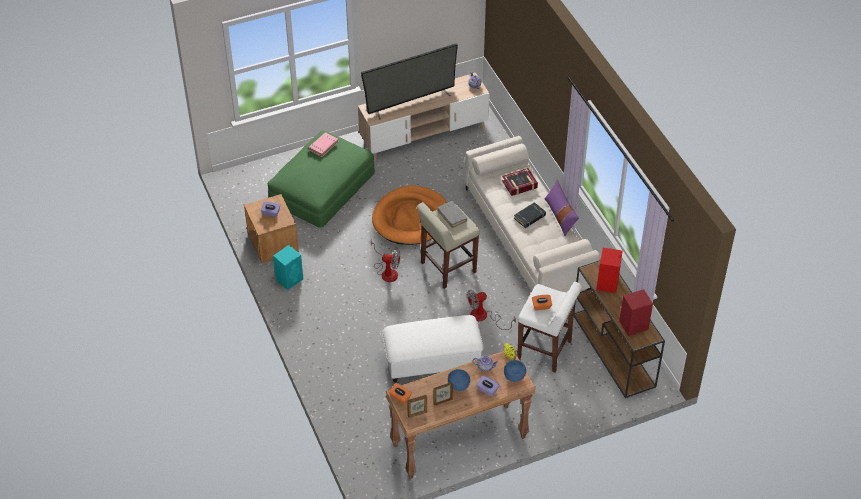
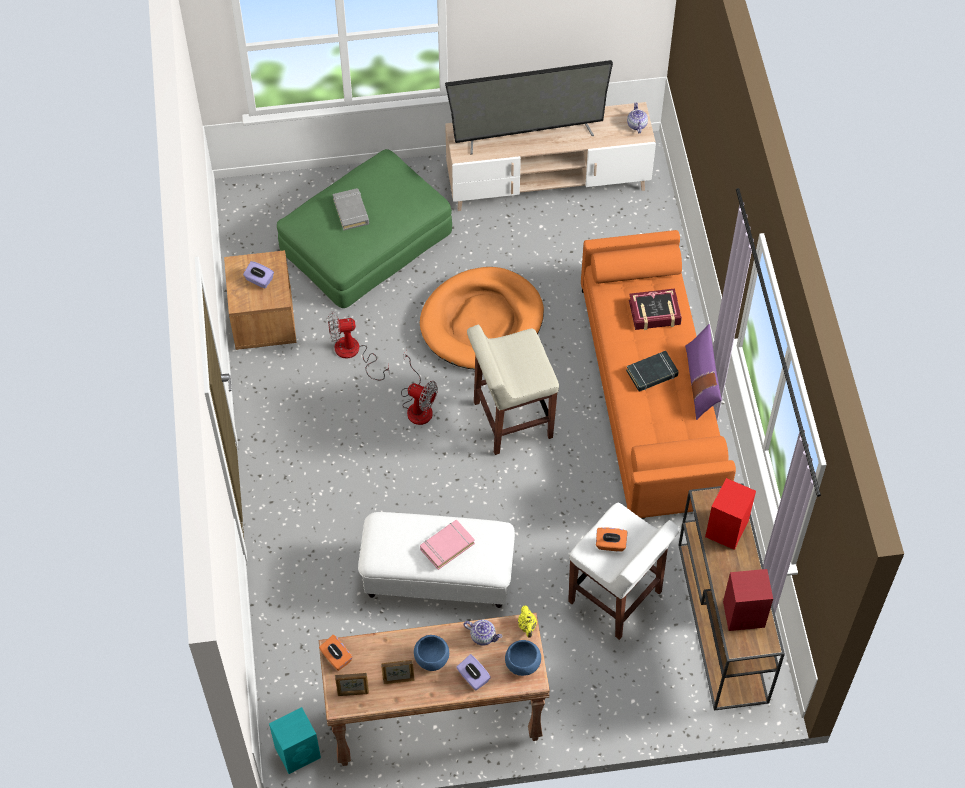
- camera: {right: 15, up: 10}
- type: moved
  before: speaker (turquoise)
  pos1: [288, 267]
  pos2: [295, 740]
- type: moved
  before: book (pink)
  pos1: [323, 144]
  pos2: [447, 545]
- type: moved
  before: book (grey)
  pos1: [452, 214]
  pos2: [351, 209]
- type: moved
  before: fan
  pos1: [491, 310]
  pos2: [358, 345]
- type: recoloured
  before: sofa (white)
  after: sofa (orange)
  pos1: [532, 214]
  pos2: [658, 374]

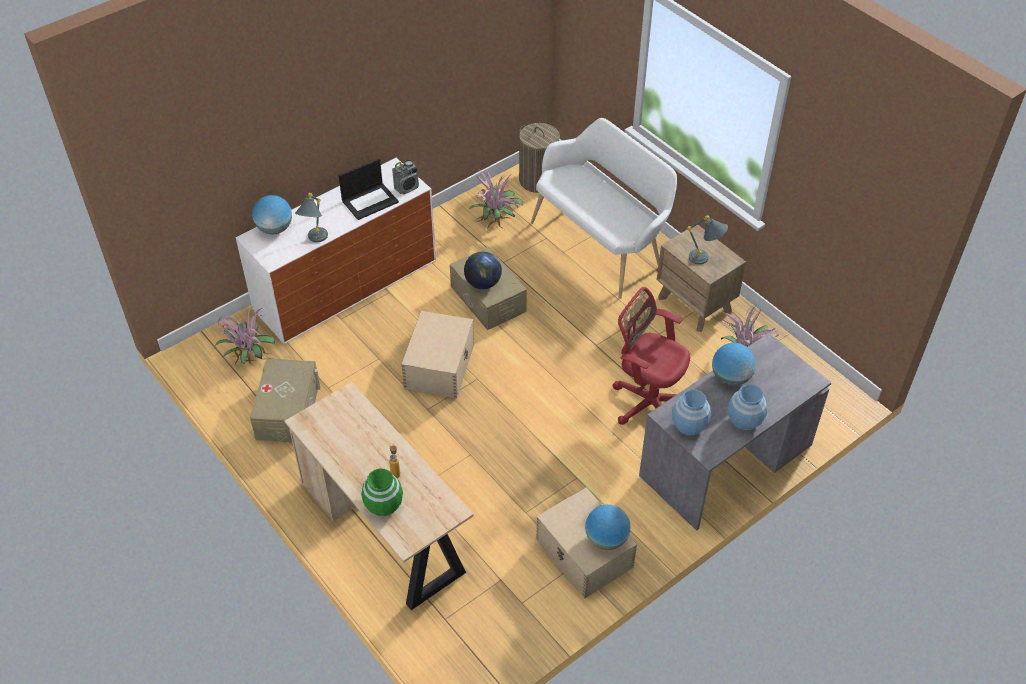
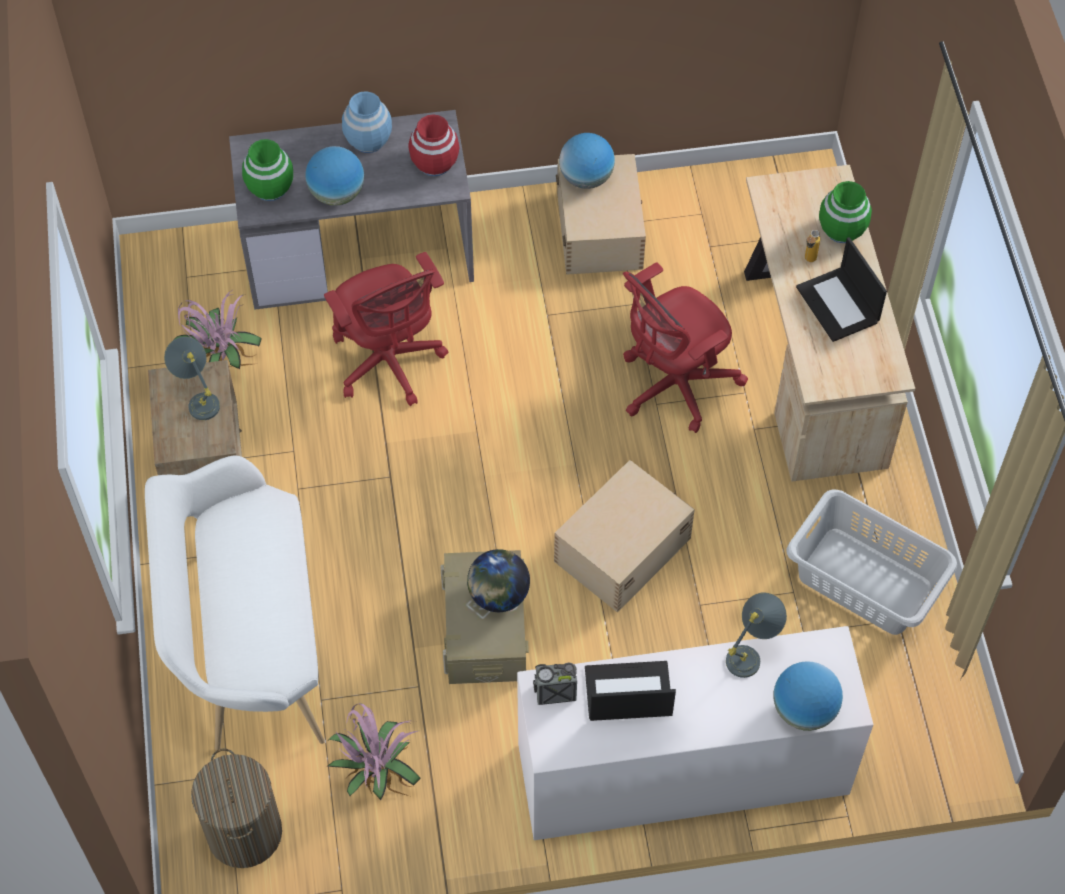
- camera: {right: -150, up: 10}
- type: removed
  before: potted plant
  pos1: [245, 337]
- type: added
  after: vase (green)
  pos2: [267, 170]
- type: added
  after: office chair (red)
  pos2: [685, 347]
- type: added
  after: laptop
  pos2: [841, 289]
- type: replaced
  before: storage box (beige)
  after: laundry basket (grey)
  pos1: [285, 400]
  pos2: [871, 562]
- type: recoloured
  before: vase (blue)
  after: vase (red)
  pos1: [691, 412]
  pos2: [433, 145]

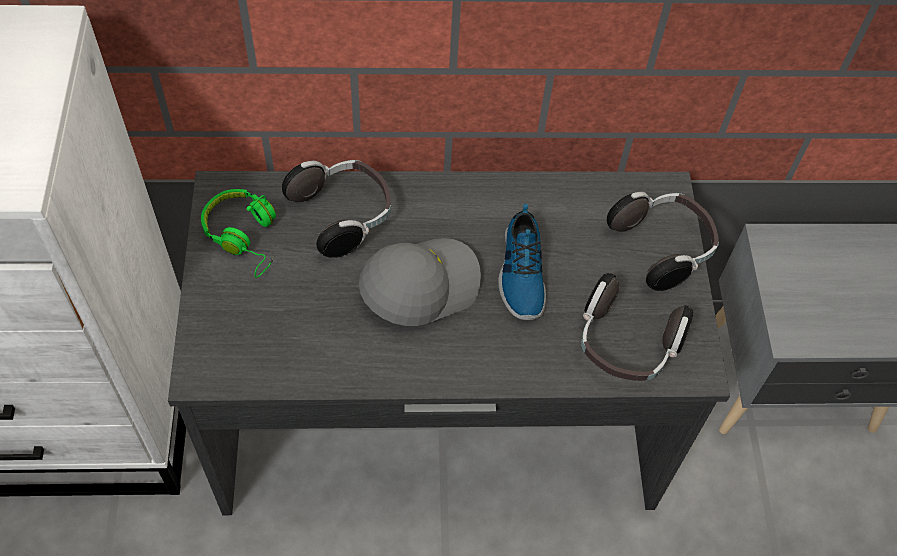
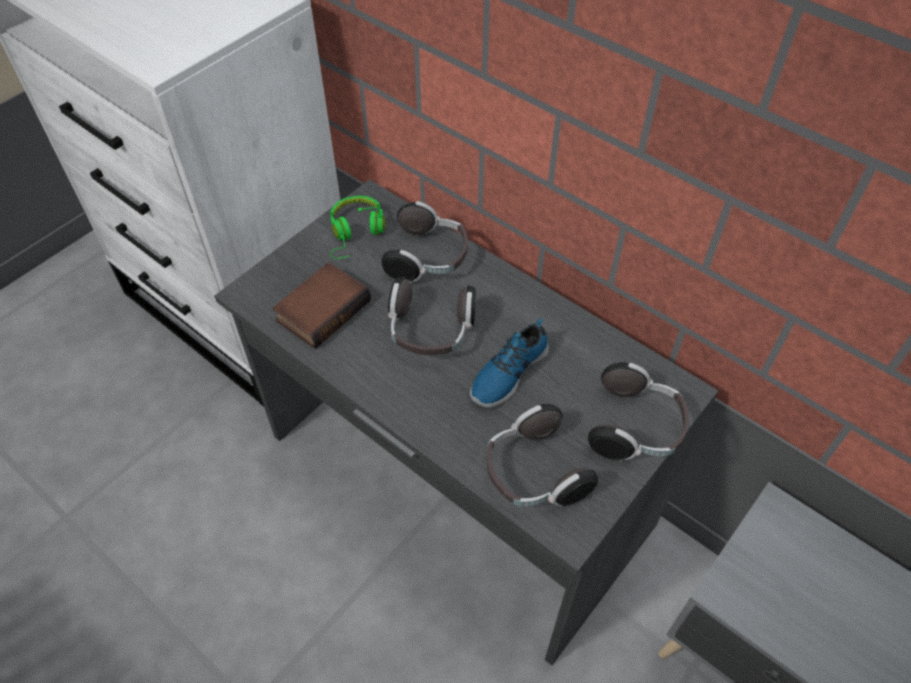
- camera: {right: 45, up: -5}
- type: added
  after: book
  pos2: [321, 305]
- type: replaced
  before: cap (grey)
  after: headphones
  pos1: [420, 282]
  pos2: [432, 316]

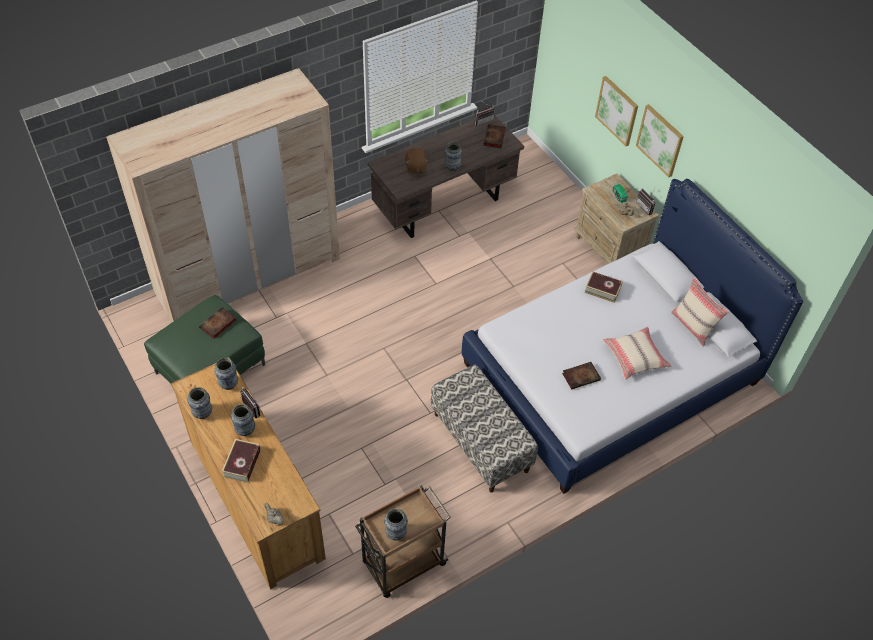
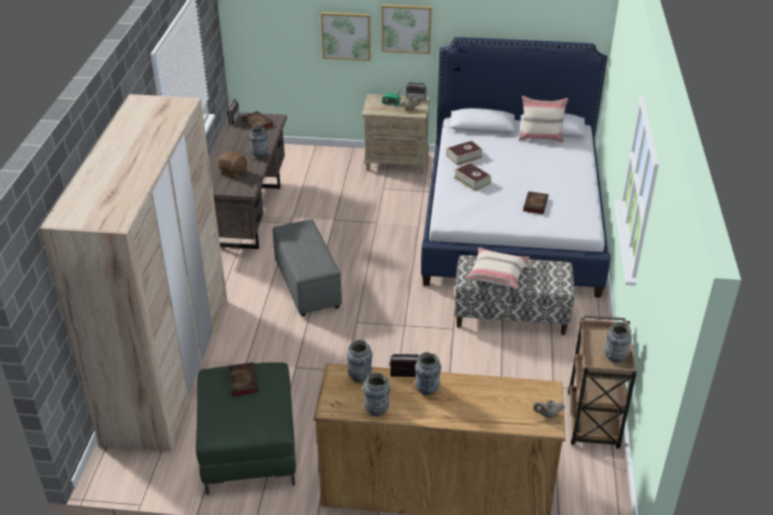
- camera: {right: -50, up: -15}
- type: added
  after: ottoman (grey)
  pos2: [307, 267]
- type: moved
  before: book
  pos1: [241, 461]
  pos2: [472, 176]
- type: moved
  before: pillow (beige)
  pos1: [637, 353]
  pos2: [498, 268]

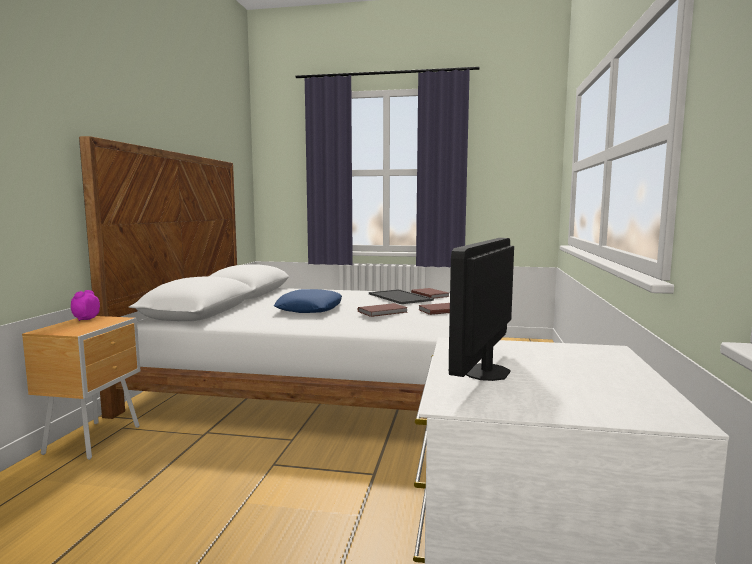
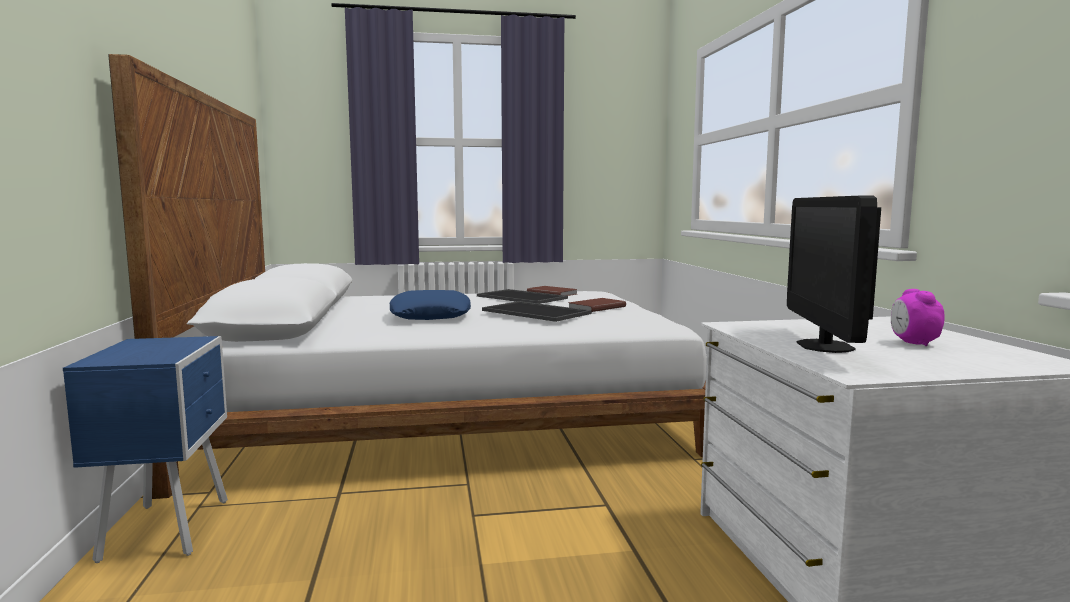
- camera: {right: -20, up: 0}
- type: moved
  before: alarm clock
  pos1: [85, 305]
  pos2: [918, 317]
- type: replaced
  before: book (brown)
  after: tray
  pos1: [383, 310]
  pos2: [537, 311]
- type: recoloured
  before: nightstand (brown)
  after: nightstand (blue)
  pos1: [81, 388]
  pos2: [145, 449]

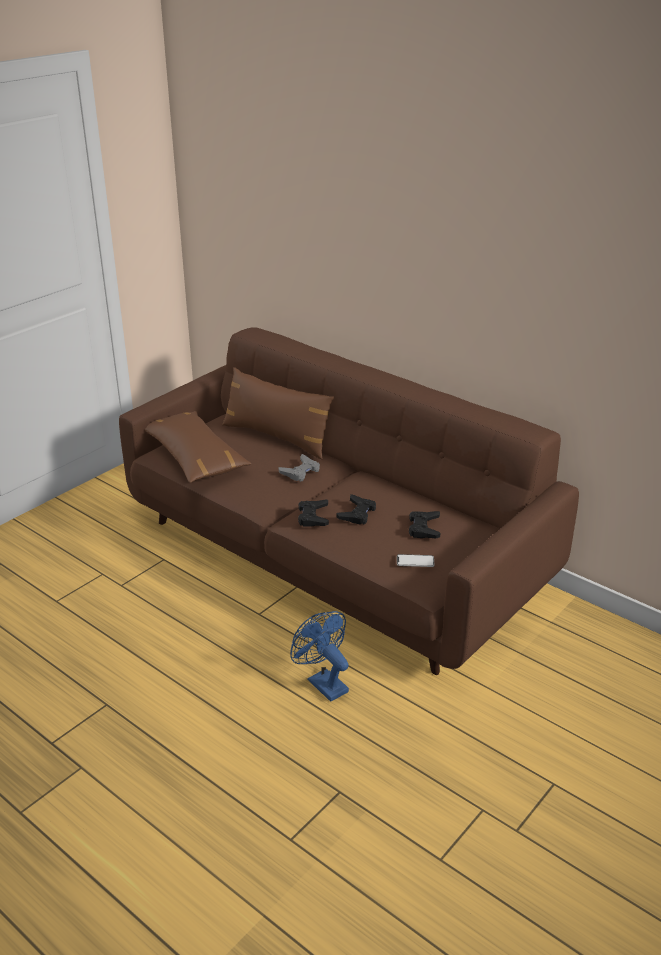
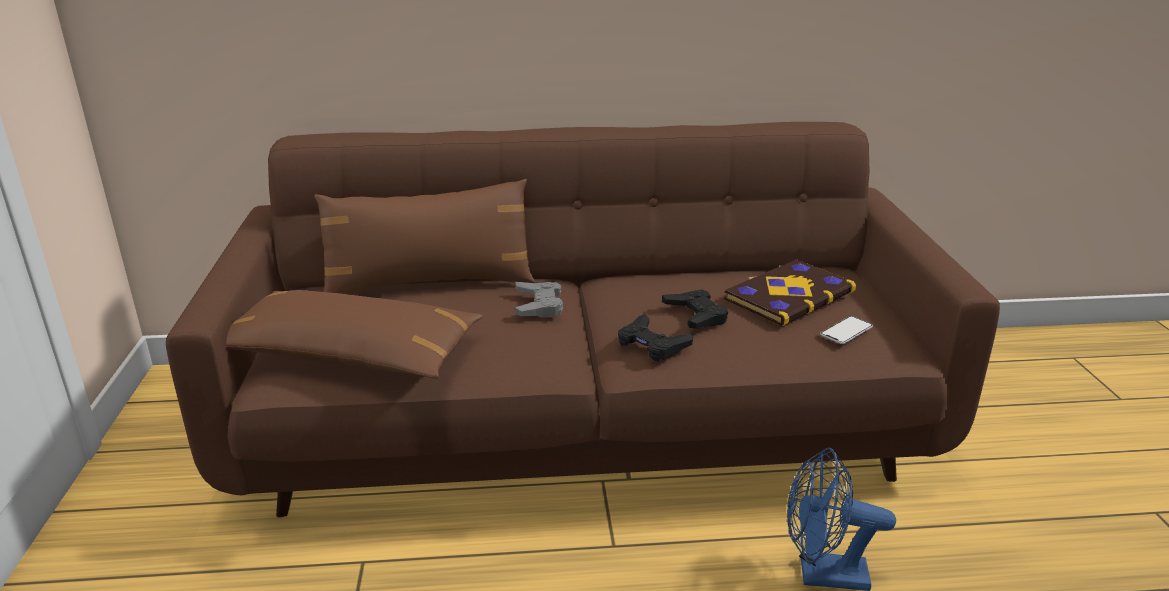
- camera: {right: -45, up: -5}
- type: replaced
  before: game controller (black)
  after: book
  pos1: [424, 524]
  pos2: [790, 292]

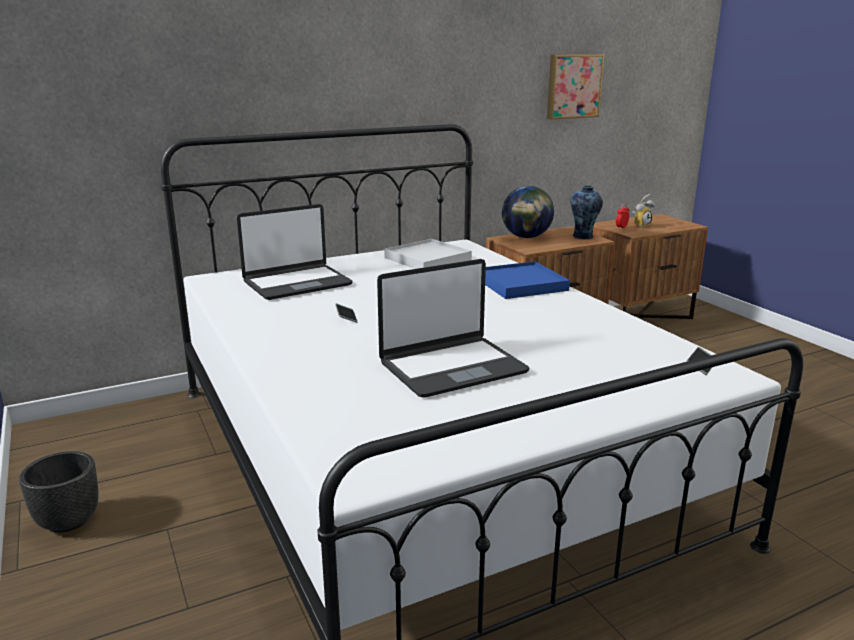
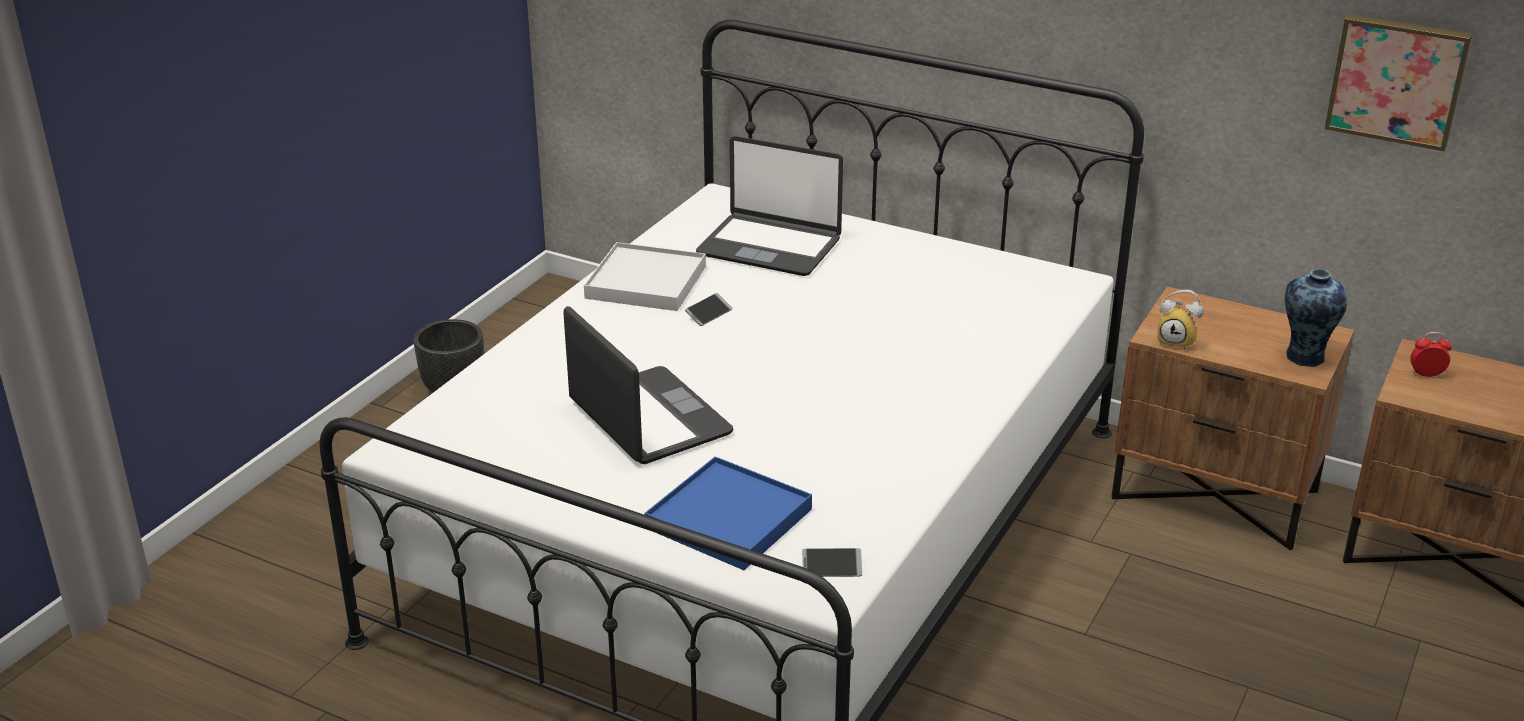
- camera: {right: 55, up: 10}
- type: removed
  before: globe
  pos1: [528, 212]
- type: moved
  before: tray (white)
  pos1: [428, 254]
  pos2: [645, 276]
- type: moved
  before: tray (blue)
  pos1: [527, 280]
  pos2: [728, 513]
- type: moved
  before: alarm clock
  pos1: [643, 211]
  pos2: [1180, 320]
- type: turned
  before: laptop
  pos1: [453, 328]
  pos2: [648, 385]
  turn: -150

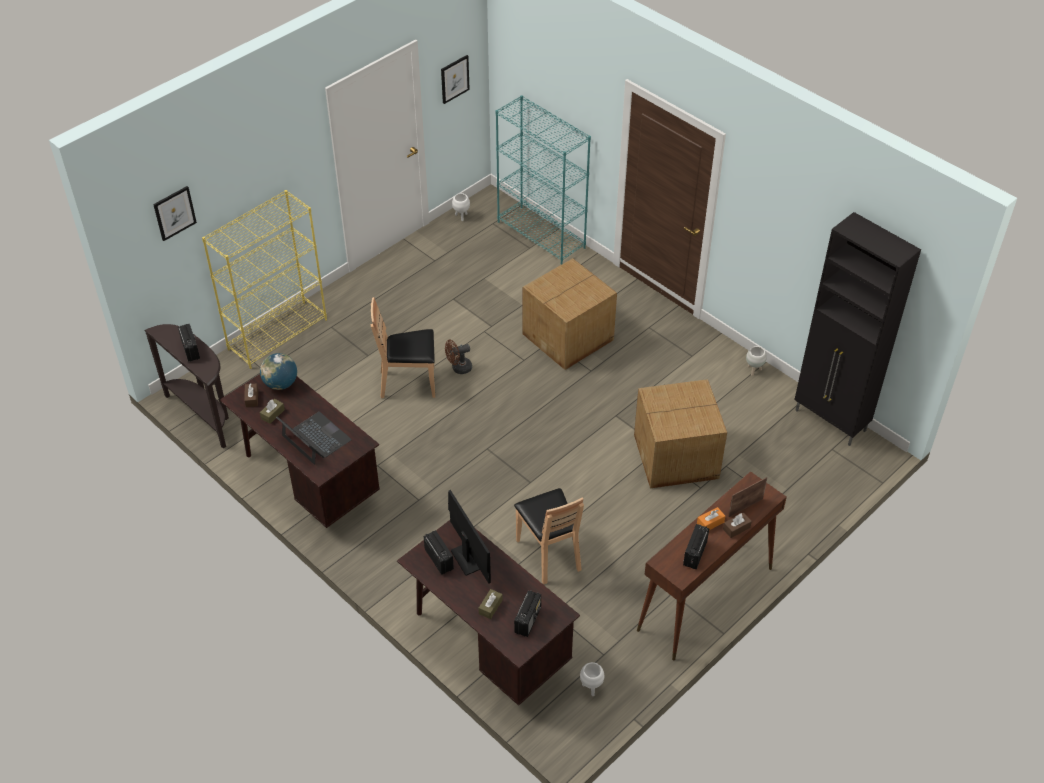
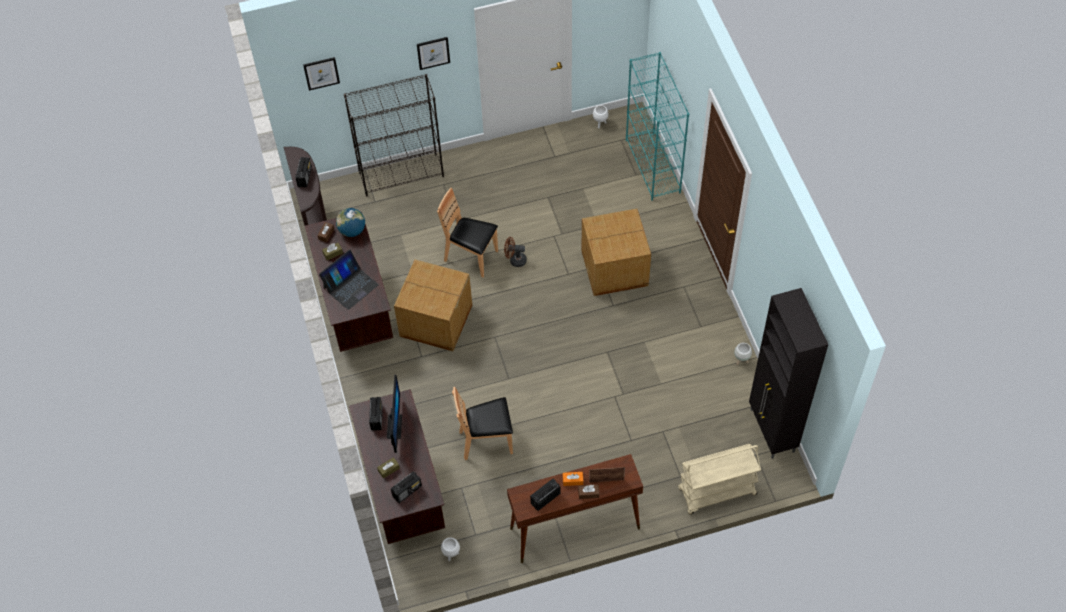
- camera: {right: 30, up: 10}
- type: added
  after: cart (beige)
  pos2: [719, 479]
- type: moved
  before: picture
  pos1: [455, 79]
  pos2: [433, 53]
- type: moved
  before: cardboard box
  pos1: [680, 433]
  pos2: [433, 305]
- type: recoloured
  before: bookcase (yellow)
  after: bookcase (black)
  pos1: [264, 279]
  pos2: [394, 135]
- type: turned
  before: laptop
  pos1: [314, 438]
  pos2: [349, 279]
  turn: 60
- type: turned
  before: chair (brown)
  pos1: [549, 536]
  pos2: [482, 423]
  turn: 75

